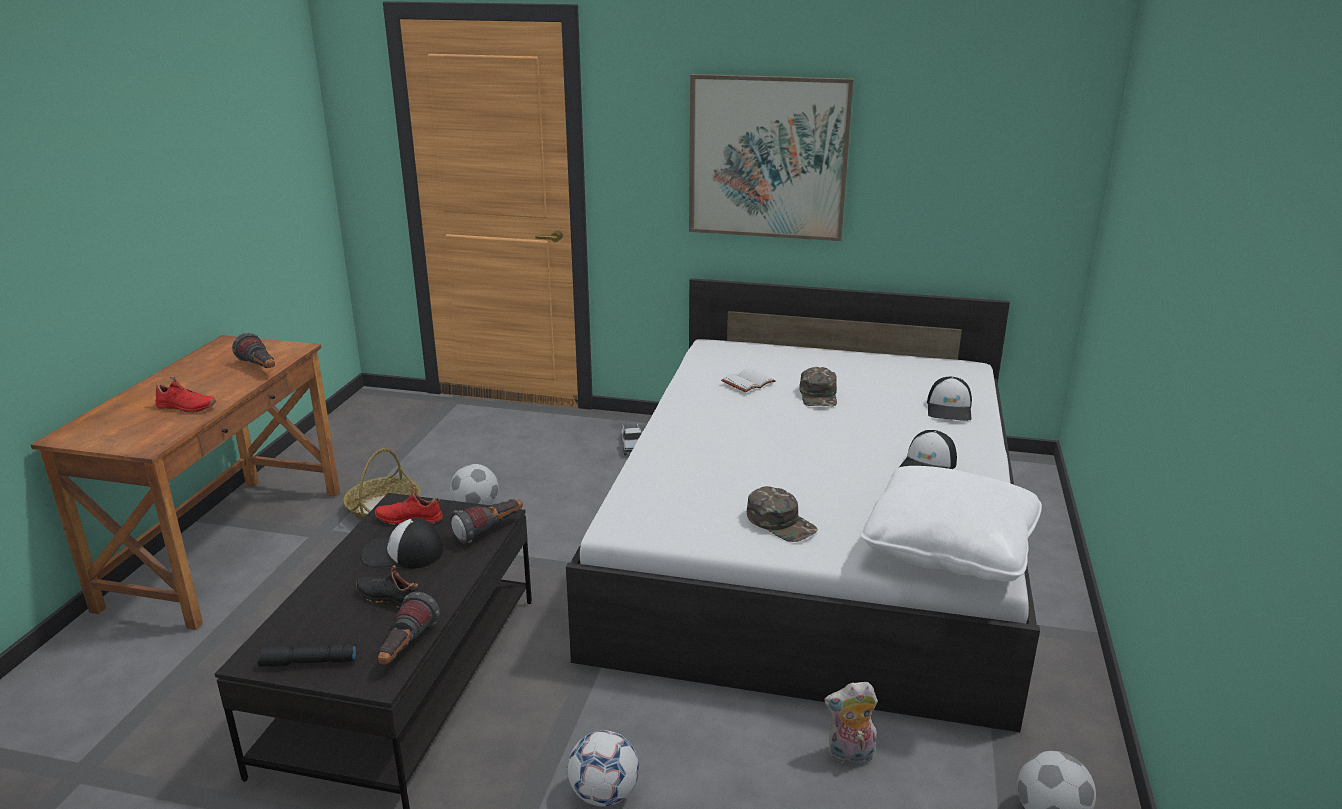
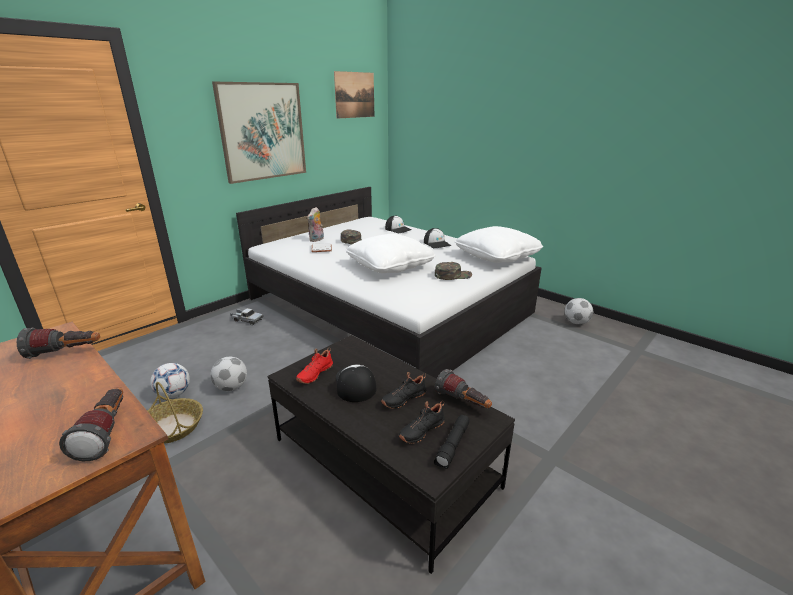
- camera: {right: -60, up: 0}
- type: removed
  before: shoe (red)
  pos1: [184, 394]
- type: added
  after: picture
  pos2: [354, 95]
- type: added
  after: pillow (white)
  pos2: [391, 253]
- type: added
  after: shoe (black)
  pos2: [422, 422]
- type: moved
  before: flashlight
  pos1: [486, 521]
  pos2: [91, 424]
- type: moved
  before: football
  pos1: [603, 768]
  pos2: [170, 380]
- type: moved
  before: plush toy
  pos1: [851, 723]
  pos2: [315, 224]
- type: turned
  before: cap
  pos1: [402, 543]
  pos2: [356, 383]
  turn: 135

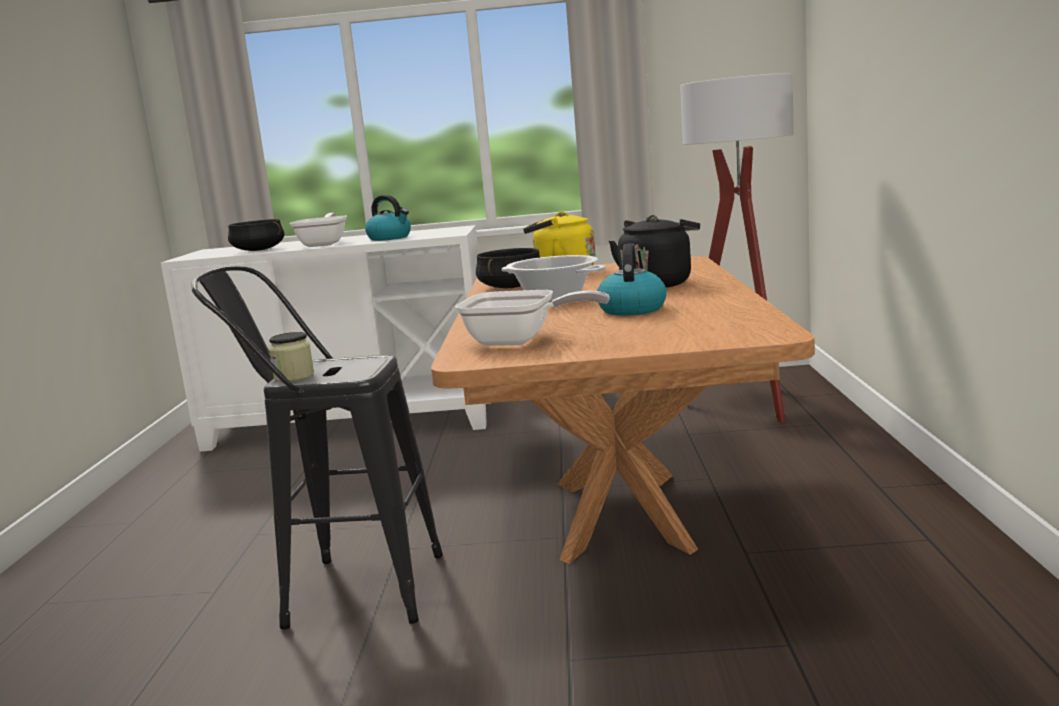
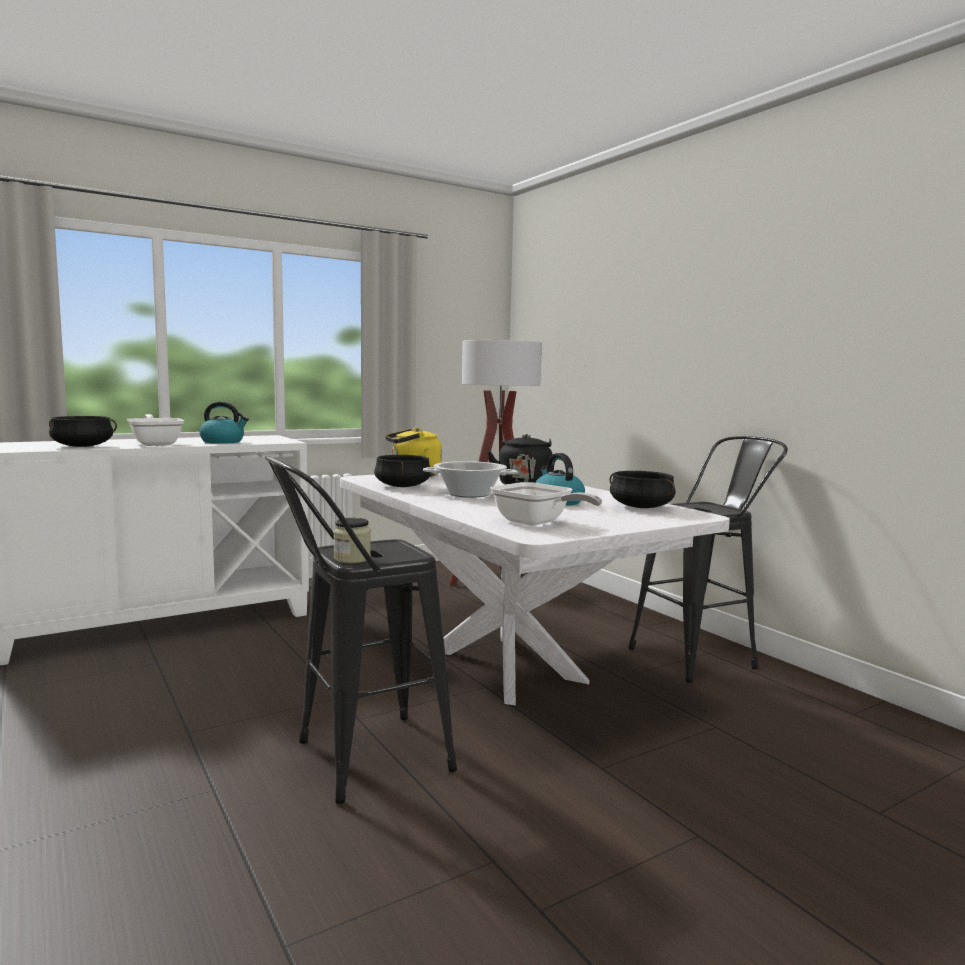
- camera: {right: -35, up: -5}
- type: added
  after: cooking pot (black)
  pos2: [642, 489]
- type: added
  after: stool (black)
  pos2: [708, 559]
- type: recoloured
  before: dining table (brown)
  after: dining table (white)
  pos1: [623, 410]
  pos2: [535, 589]
- type: turned
  before: frying pan
  pos1: [532, 318]
  pos2: [546, 504]
  turn: 60

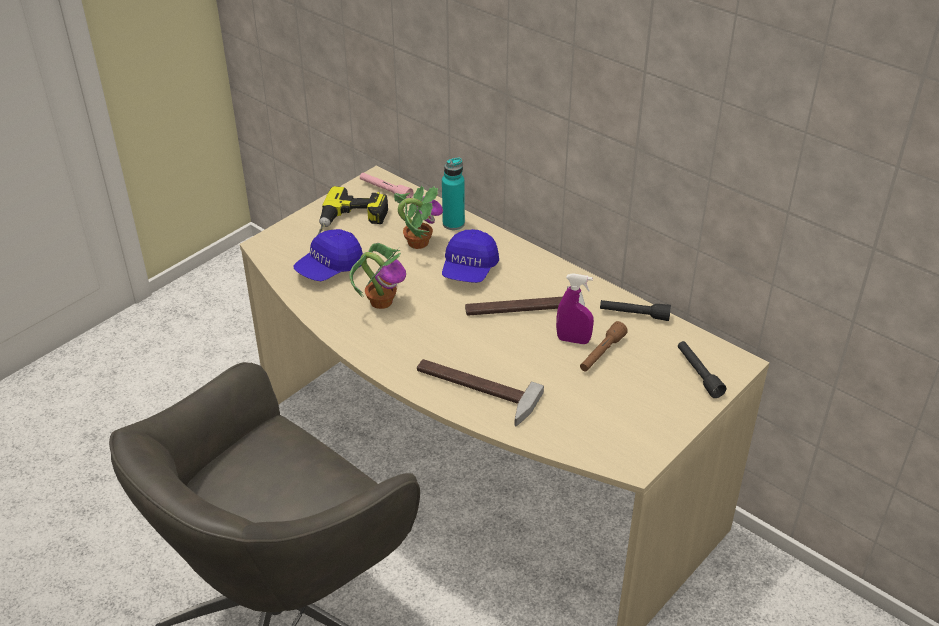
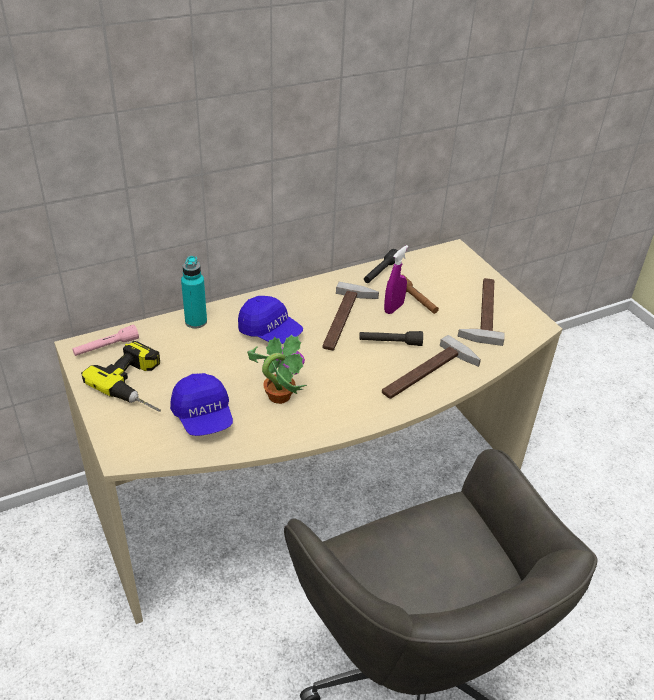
- camera: {right: -70, up: 0}
- type: removed
  before: potted plant
  pos1: [418, 217]
- type: added
  after: hammer
  pos2: [481, 312]
- type: moved
  before: flashlight (black)
  pos1: [702, 369]
  pos2: [391, 338]

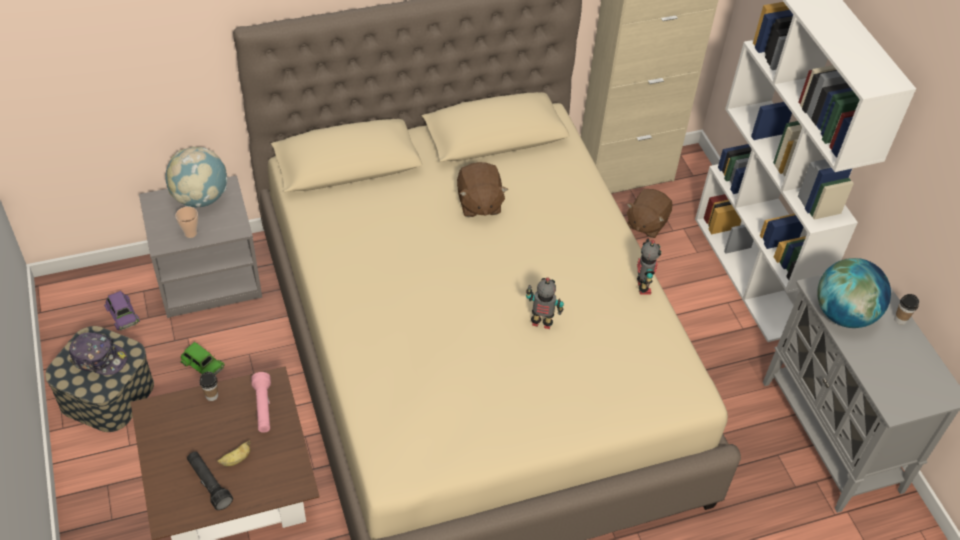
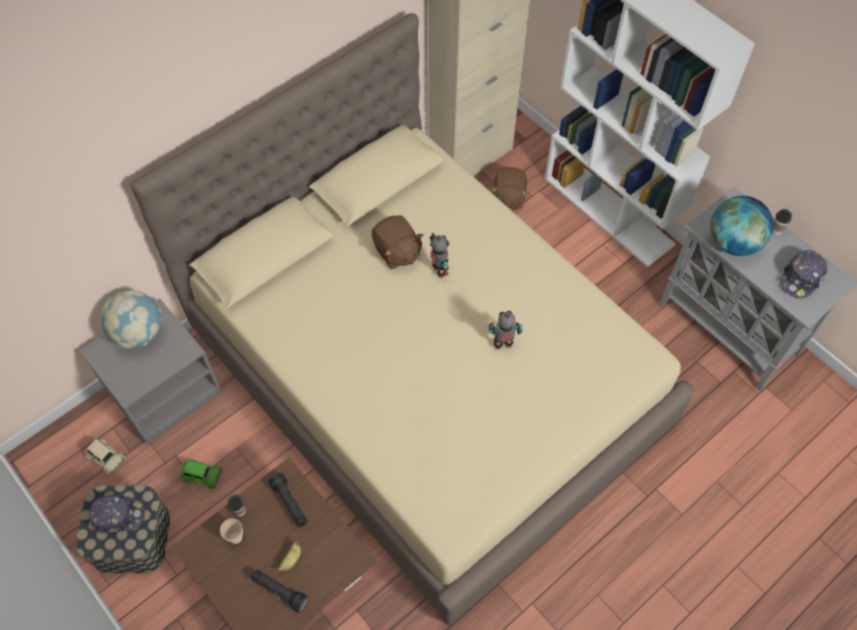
- camera: {right: -20, up: 10}
- type: added
  after: cap
  pos2: [803, 274]
- type: moved
  before: cup
  pos1: [186, 222]
  pos2: [231, 531]
- type: moved
  before: toy robot
  pos1: [649, 266]
  pos2: [439, 255]
- type: recoloured
  before: toy car (purple)
  after: toy car (beige)
  pos1: [122, 311]
  pos2: [105, 456]
- type: recoloured
  before: flashlight (pink)
  after: flashlight (black)
  pos1: [261, 402]
  pos2: [287, 500]

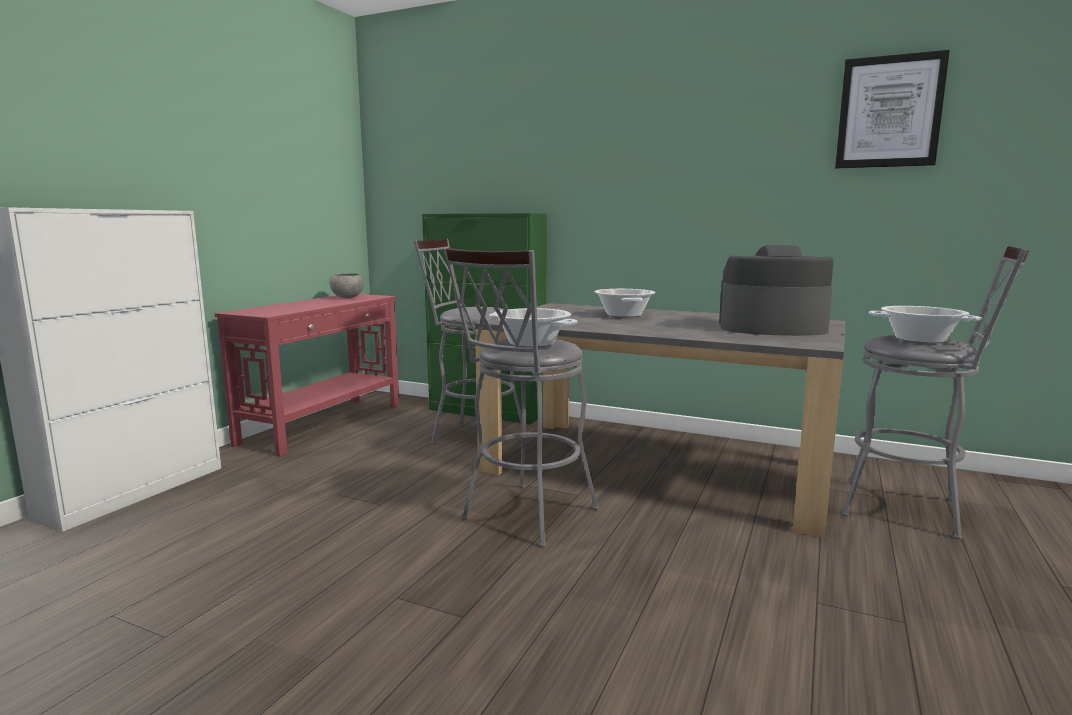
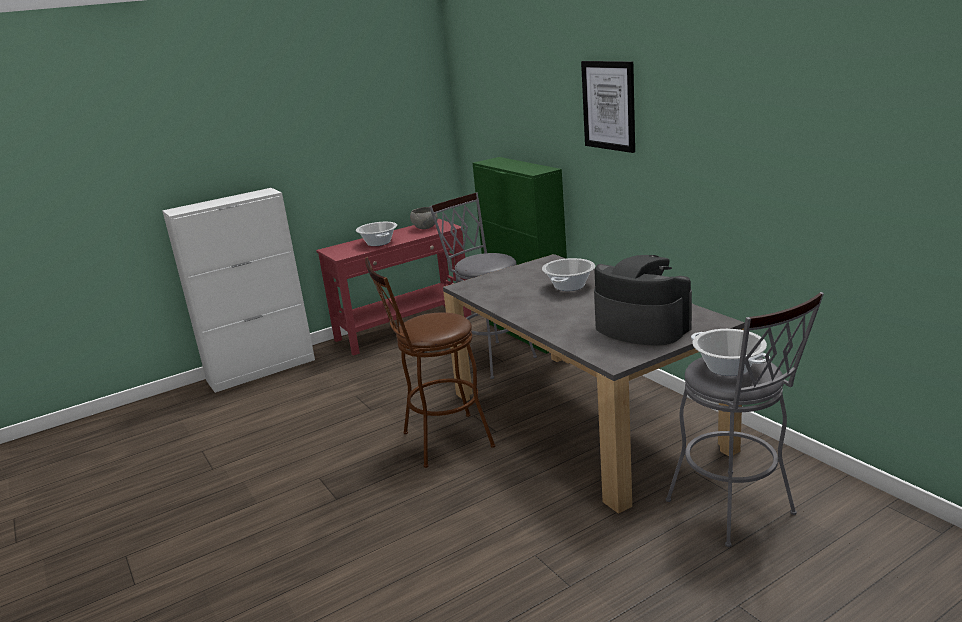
- camera: {right: 35, up: 10}
- type: moved
  before: cooking pot
  pos1: [533, 327]
  pos2: [376, 234]
- type: moved
  before: picture
  pos1: [892, 109]
  pos2: [608, 107]
- type: recoloured
  before: stool (grey)
  after: stool (brown)
  pos1: [521, 397]
  pos2: [430, 362]

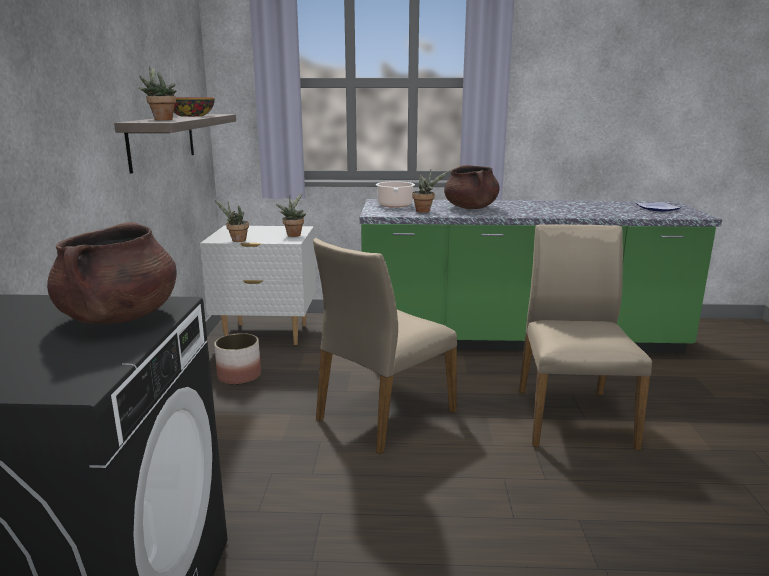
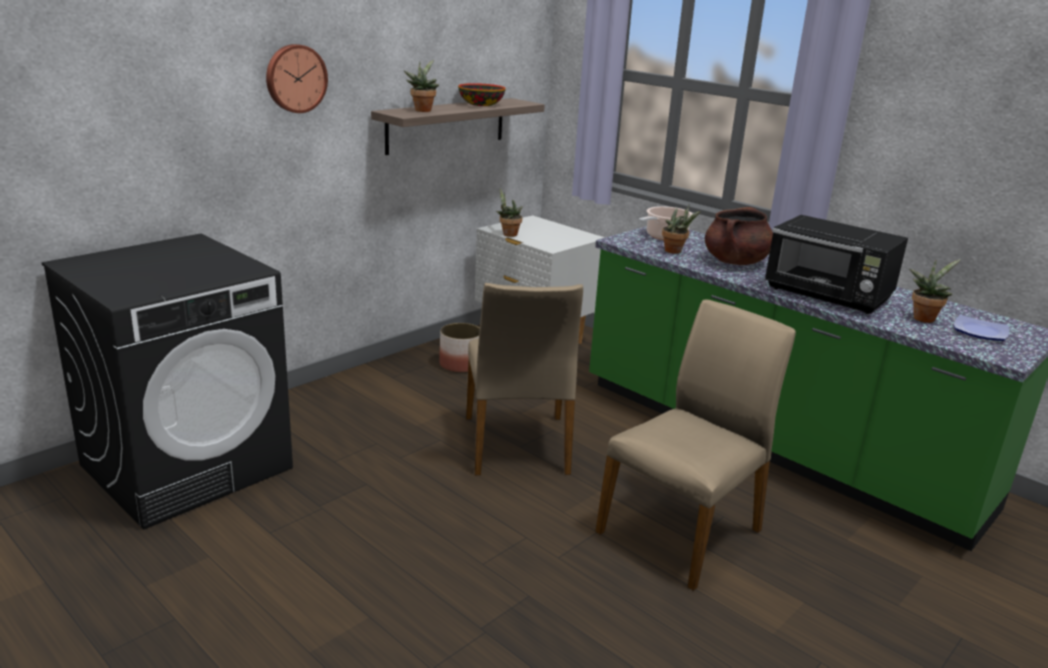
- camera: {right: 40, up: 5}
- type: removed
  before: cooking pot (brown)
  pos1: [112, 273]
- type: added
  after: wall clock
  pos2: [297, 78]
- type: added
  after: microwave (black)
  pos2: [836, 264]
- type: moved
  before: potted plant
  pos1: [291, 215]
  pos2: [935, 291]
- type: turned
  before: chair (beige)
  pos1: [385, 346]
  pos2: [524, 379]
  turn: -90

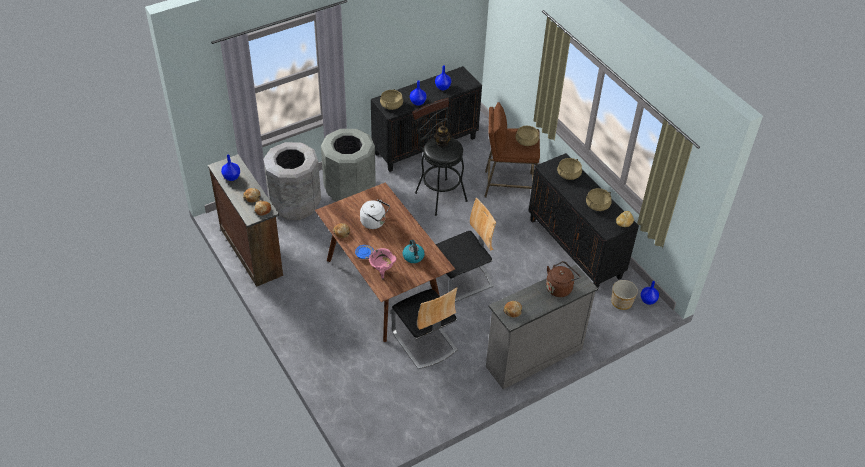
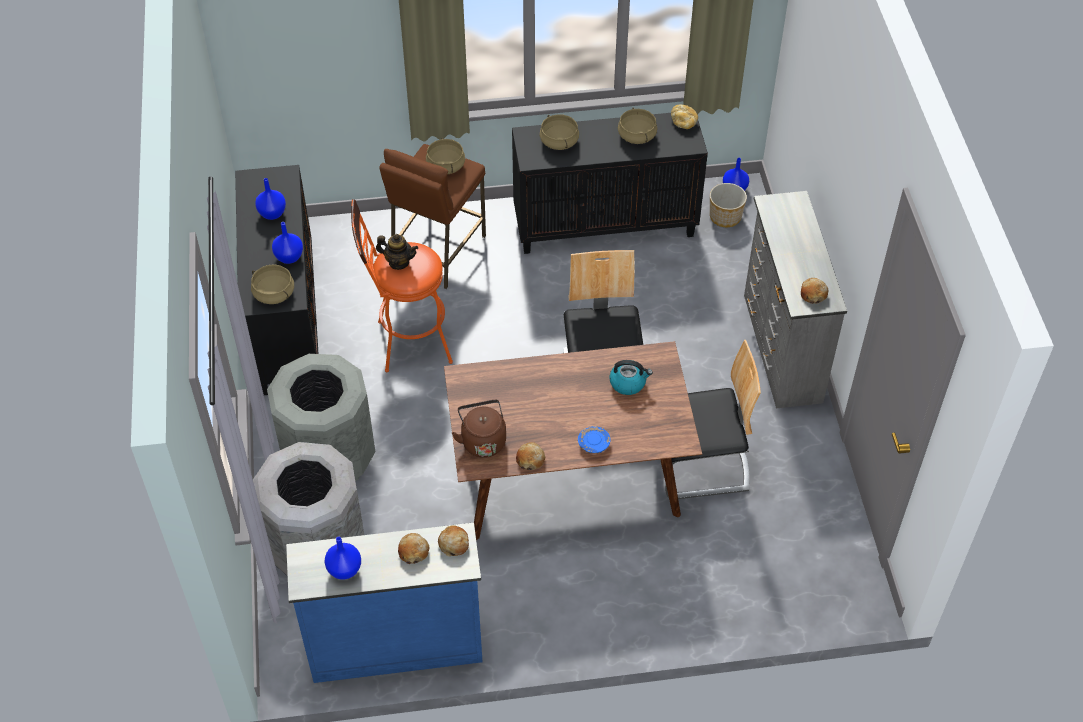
- camera: {right: -65, up: 5}
- type: removed
  before: kettle (white)
  pos1: [375, 214]
- type: removed
  before: cooking pot (pink)
  pos1: [382, 264]
- type: moved
  before: kettle (brown)
  pos1: [563, 279]
  pos2: [479, 429]
- type: recoloured
  before: dresser (brown)
  after: dresser (blue)
  pos1: [245, 220]
  pos2: [384, 603]
- type: recoloured
  before: stool (black)
  after: stool (orange)
  pos1: [440, 157]
  pos2: [402, 285]

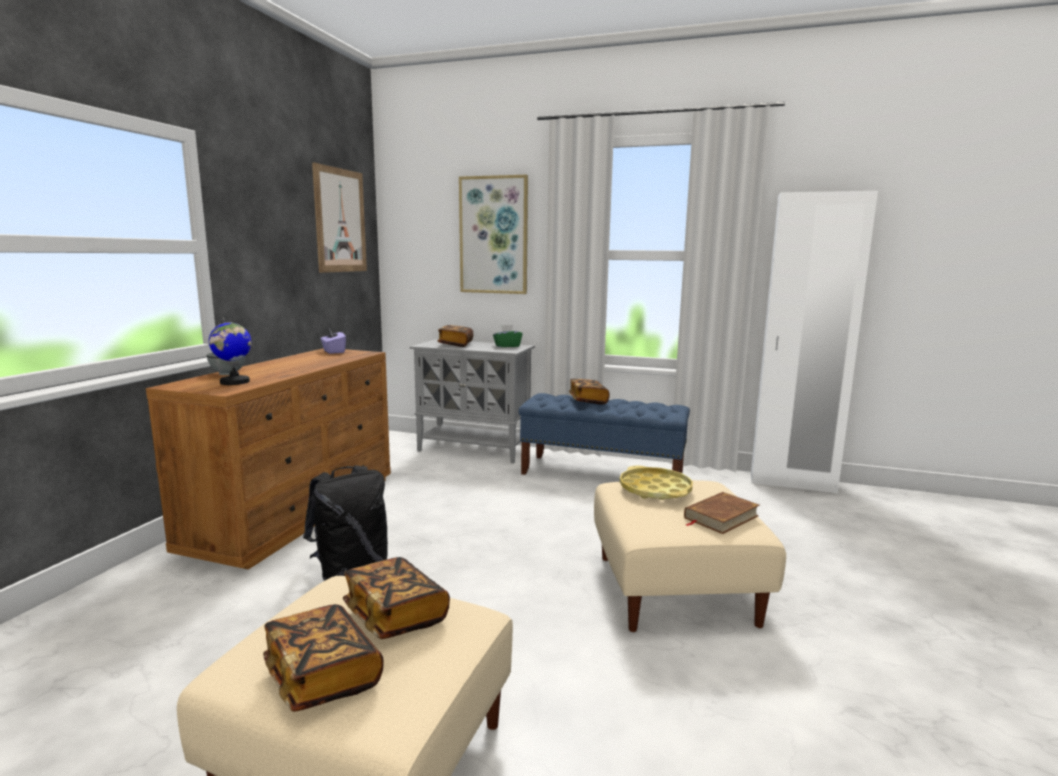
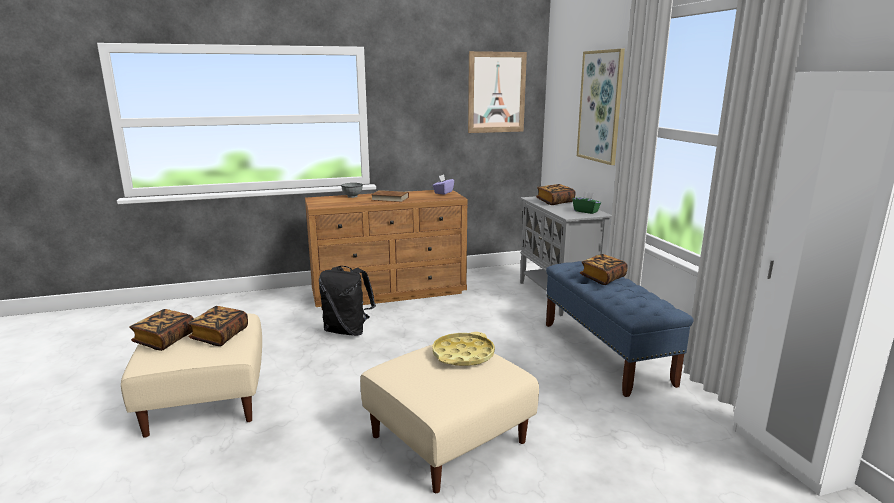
- camera: {right: 55, up: 5}
- type: removed
  before: globe
  pos1: [230, 351]
- type: moved
  before: book (brown)
  pos1: [722, 513]
  pos2: [390, 196]

